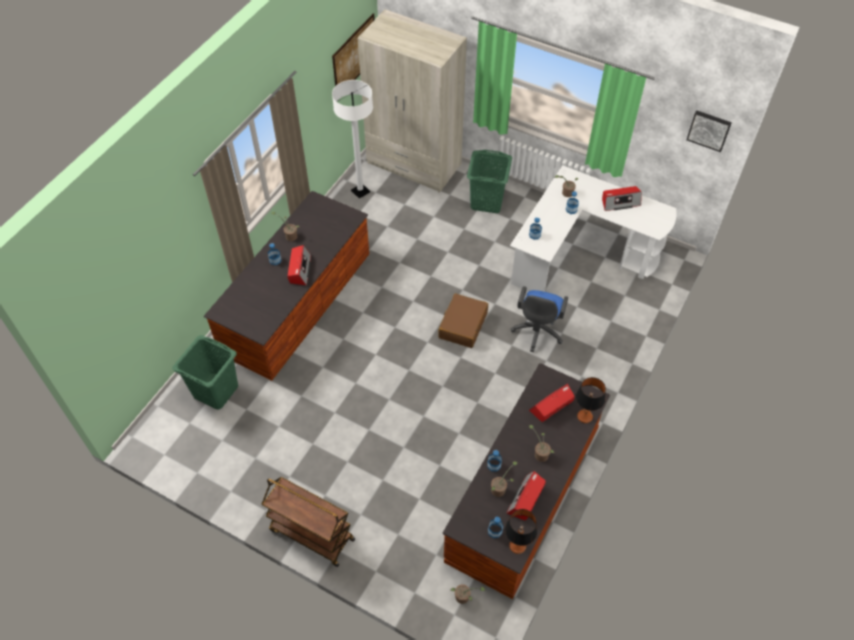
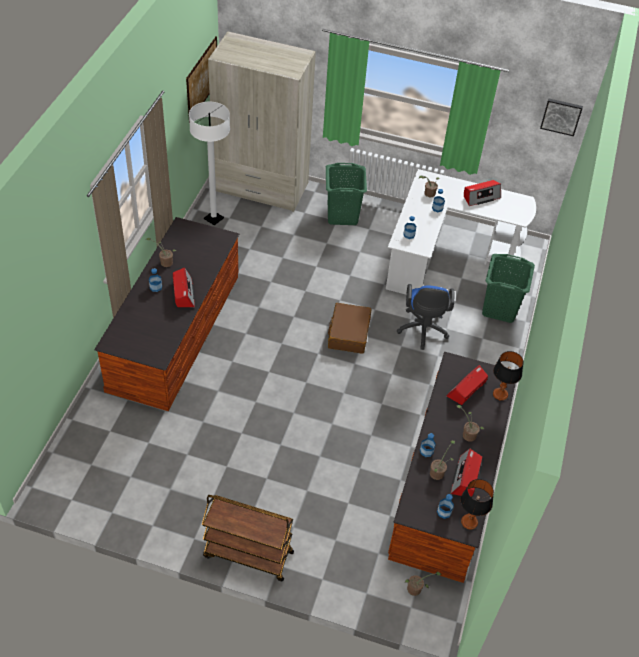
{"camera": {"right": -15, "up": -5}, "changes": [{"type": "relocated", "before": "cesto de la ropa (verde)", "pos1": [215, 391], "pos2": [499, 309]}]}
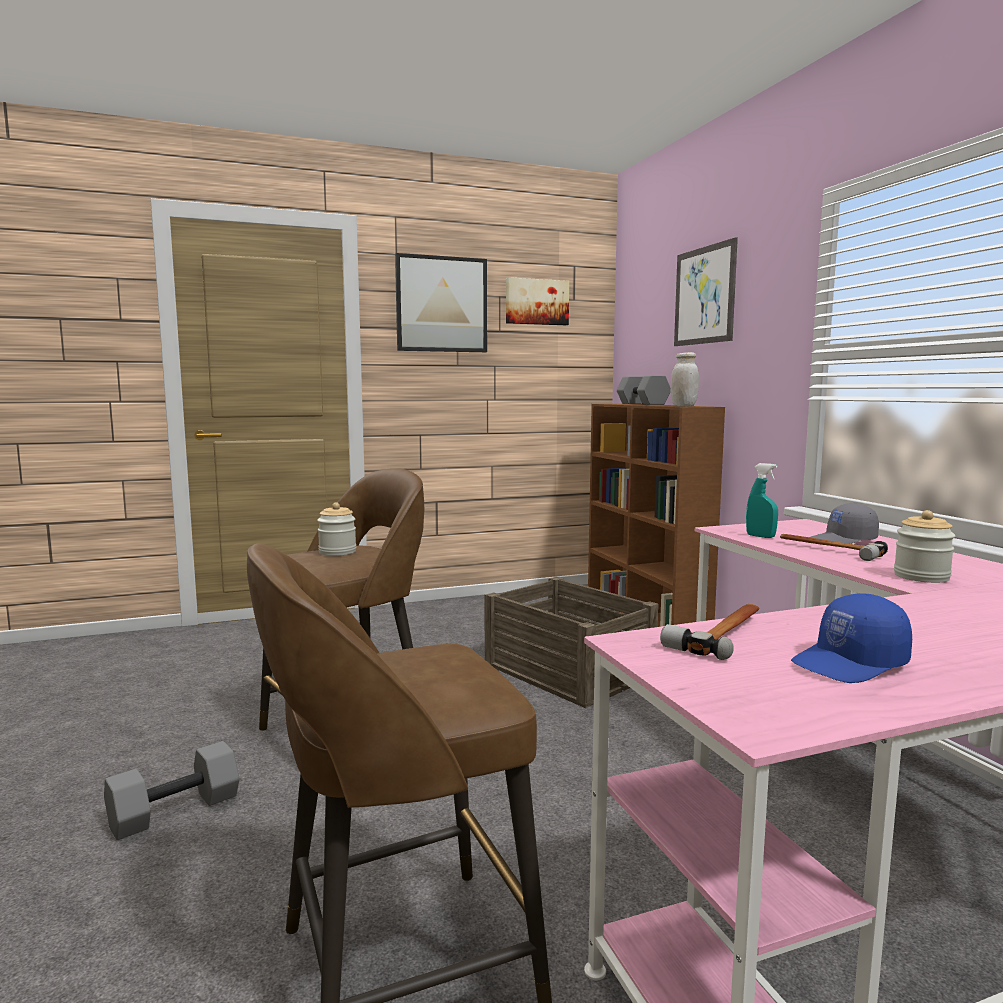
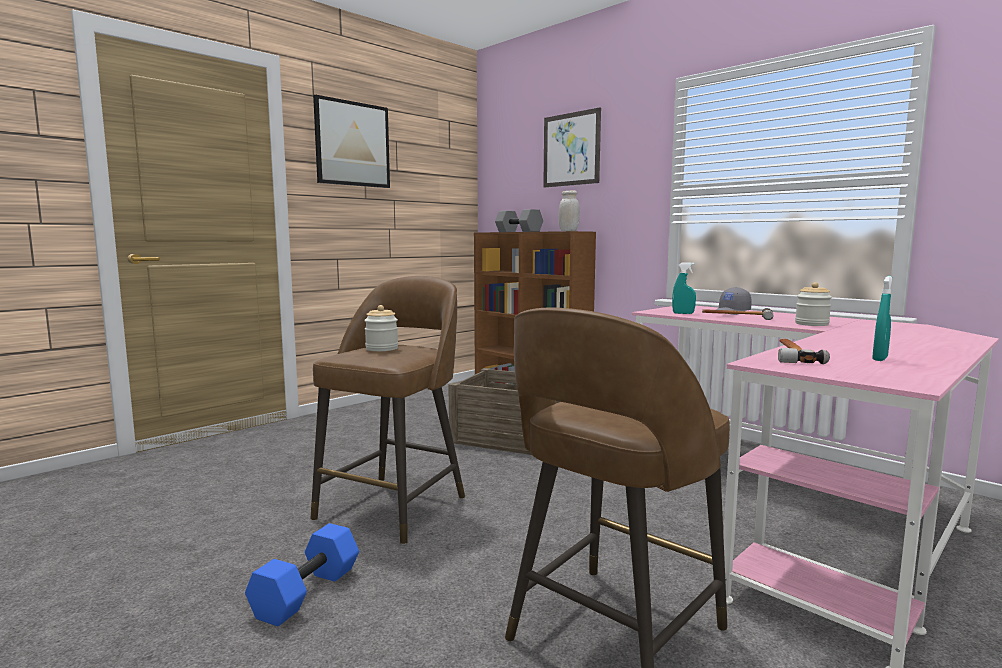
{"camera": {"right": -25, "up": 0}, "changes": [{"type": "missing", "before": "cuadro", "pos1": [536, 302]}, {"type": "exchanged", "before": "gorra (azul)", "after": "pulverizador (turquesa)", "pos1": [851, 664], "pos2": [880, 359]}, {"type": "colour", "before": "mancuerna (gris)", "after": "mancuerna (azul)", "pos1": [174, 812], "pos2": [307, 593]}]}
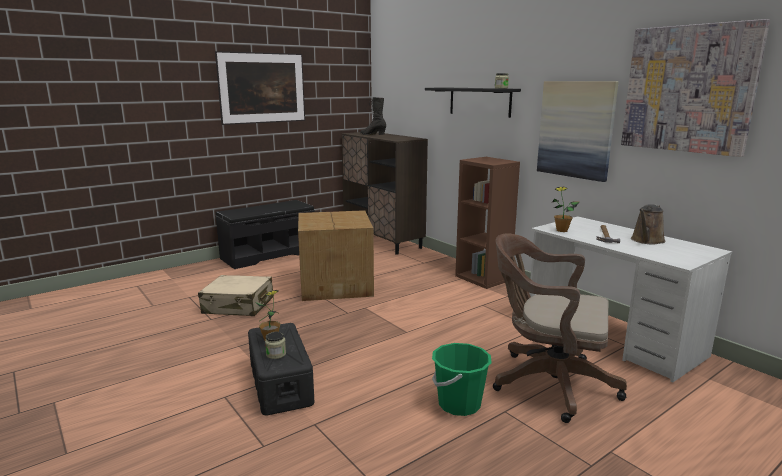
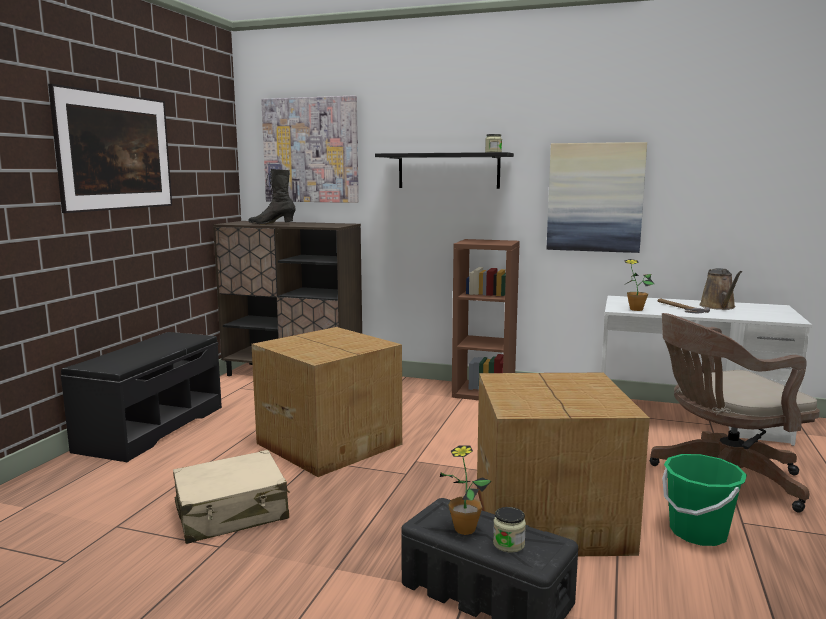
{"camera": {"right": -35, "up": -5}, "changes": [{"type": "appeared", "after": "caja de cartón", "pos2": [551, 517]}, {"type": "relocated", "before": "cuadro", "pos1": [688, 89], "pos2": [311, 150]}]}
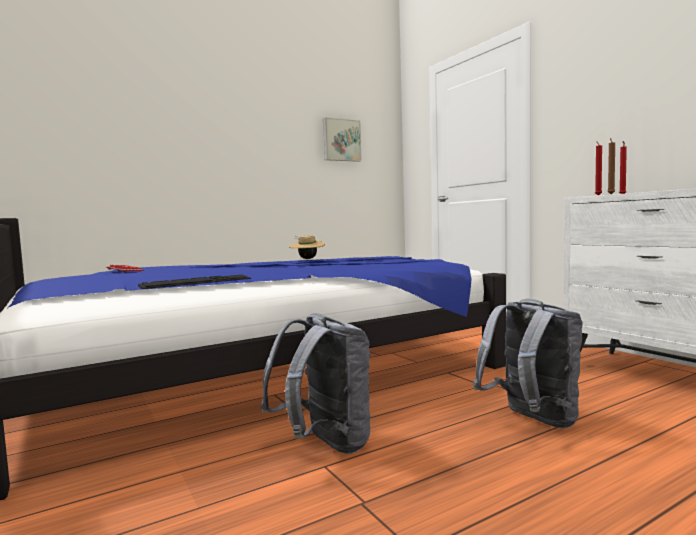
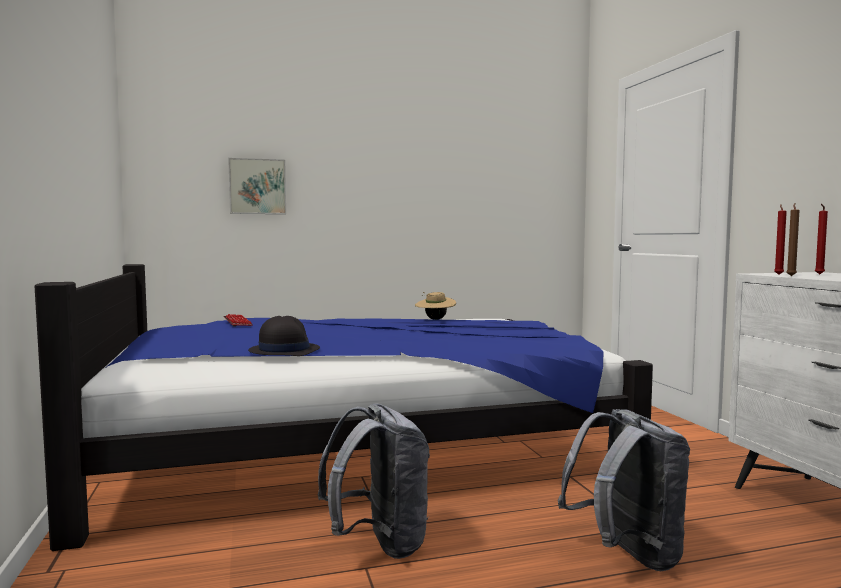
{"camera": {"right": 15, "up": 0}, "changes": [{"type": "relocated", "before": "cuadro", "pos1": [341, 140], "pos2": [257, 186]}, {"type": "exchanged", "before": "teclado", "after": "sombrero (negro)", "pos1": [196, 282], "pos2": [284, 350]}]}
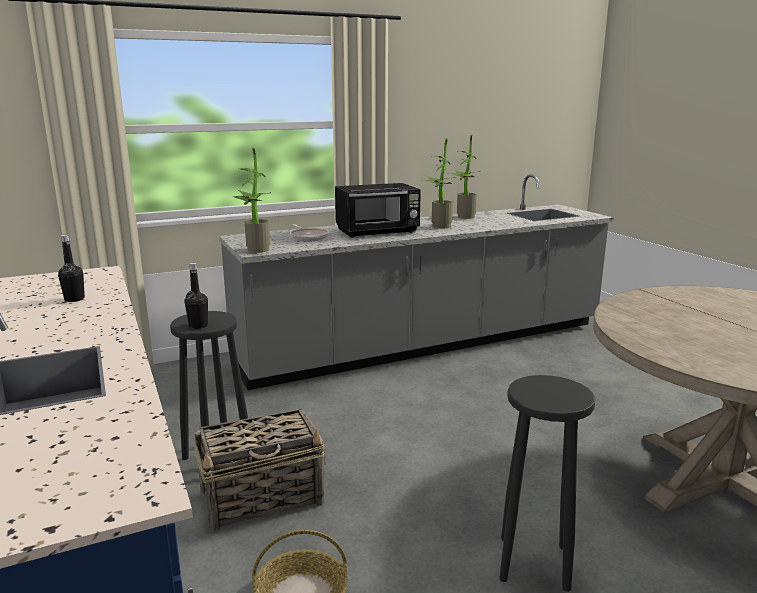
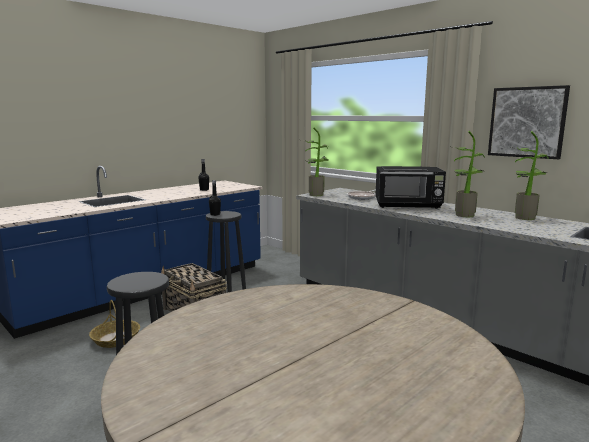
{"camera": {"right": 70, "up": -5}, "changes": [{"type": "appeared", "after": "cuadro", "pos2": [527, 122]}, {"type": "spun", "before": "microondas (negro)", "pos1": [378, 232], "pos2": [408, 205], "turn": -45}]}
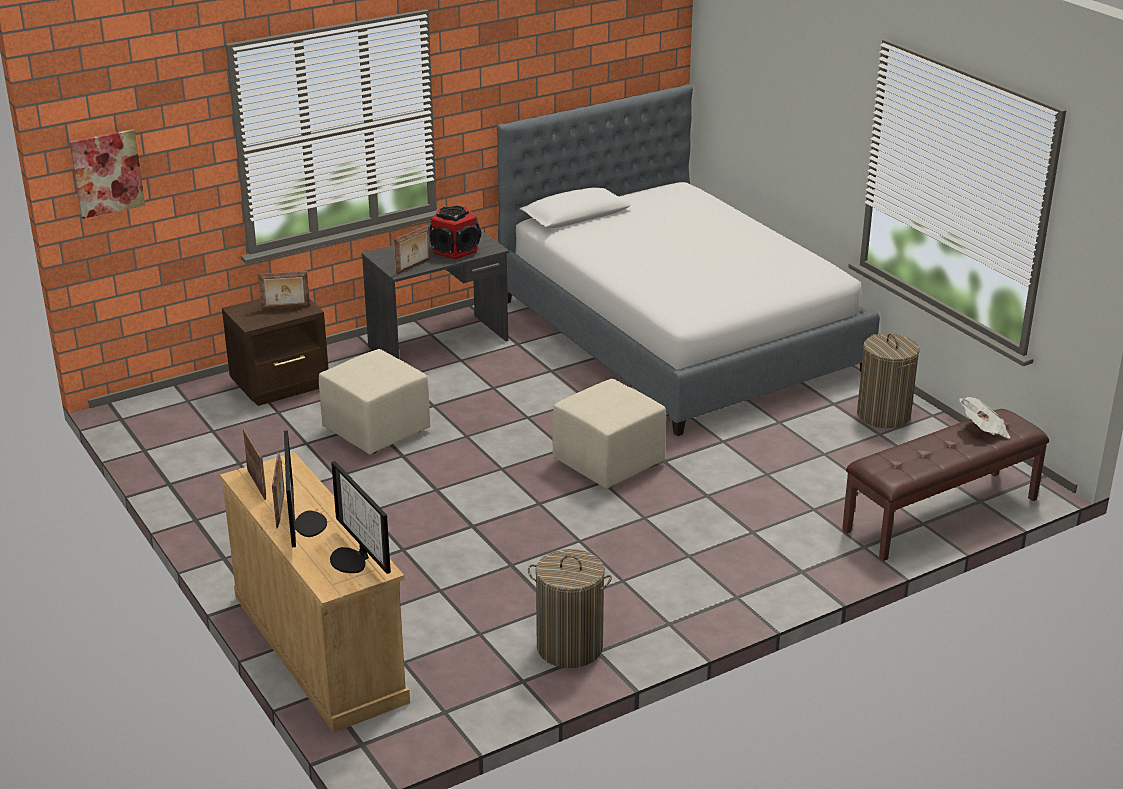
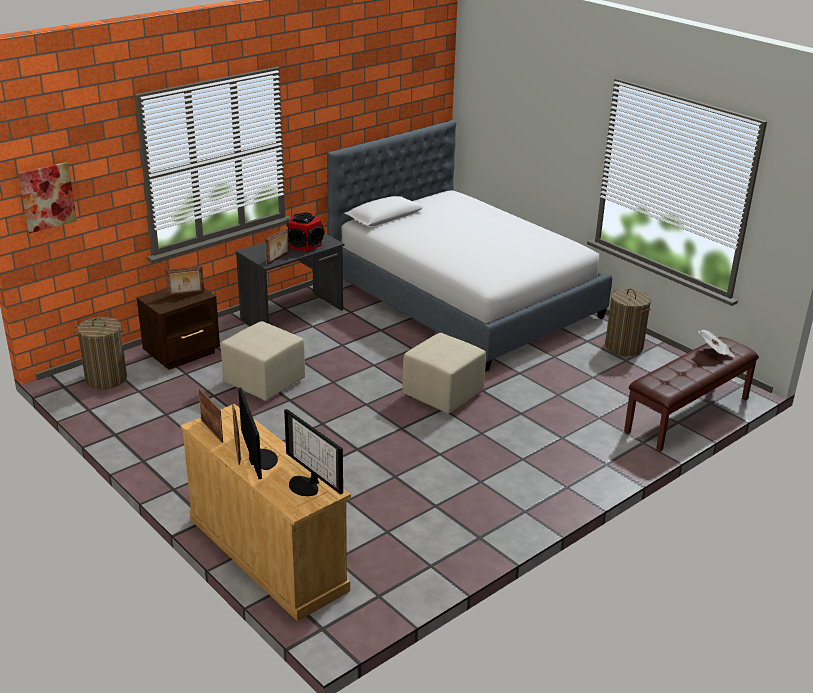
{"camera": {"right": -10, "up": 0}, "changes": [{"type": "relocated", "before": "cesto de la ropa", "pos1": [569, 647], "pos2": [106, 378]}]}
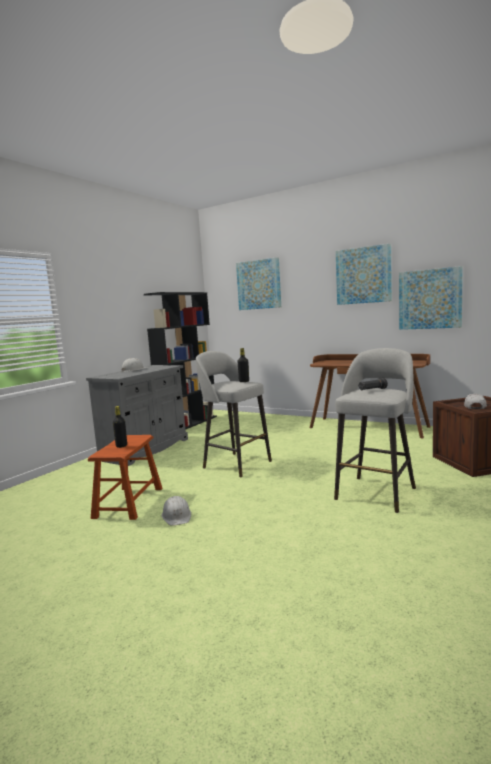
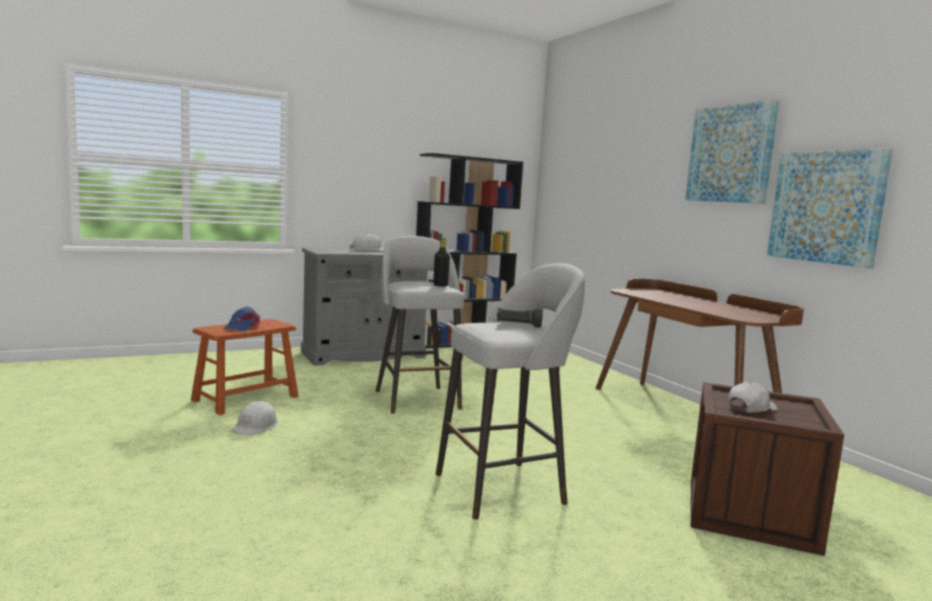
{"camera": {"right": 30, "up": 0}, "changes": [{"type": "missing", "before": "cuadro", "pos1": [259, 284]}, {"type": "exchanged", "before": "botella (negro)", "after": "gorra (azul)", "pos1": [121, 446], "pos2": [242, 327]}]}
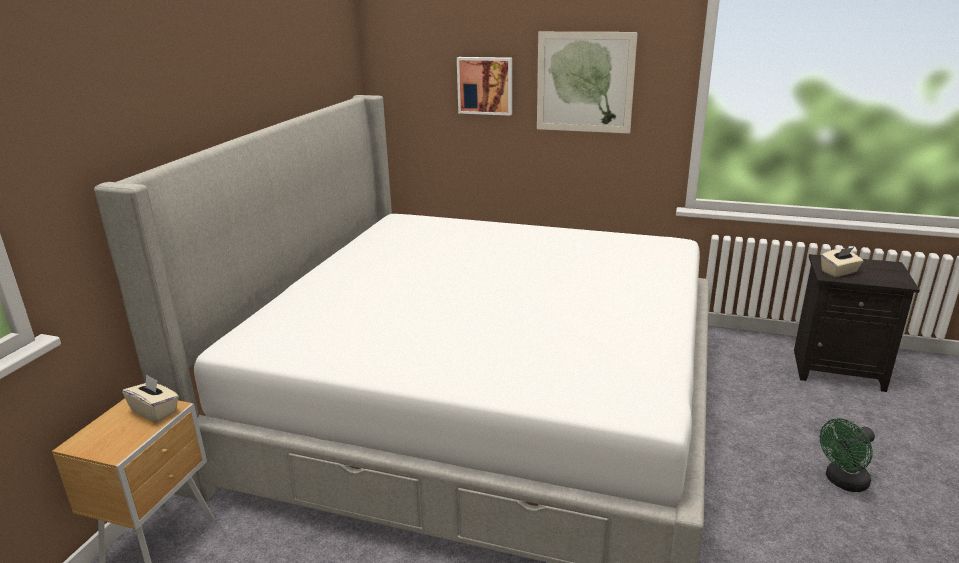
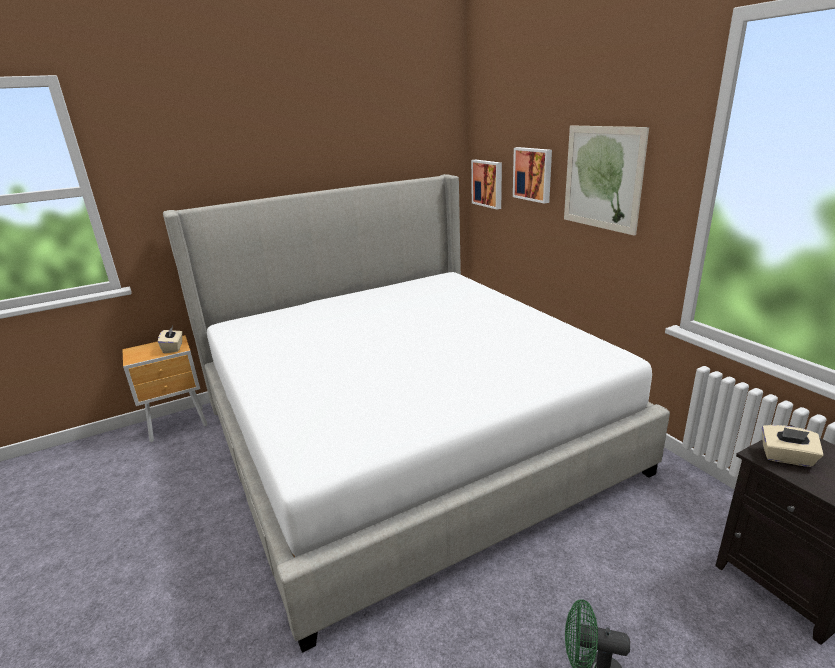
{"camera": {"right": 45, "up": 0}, "changes": [{"type": "appeared", "after": "cuadro", "pos2": [488, 183]}]}
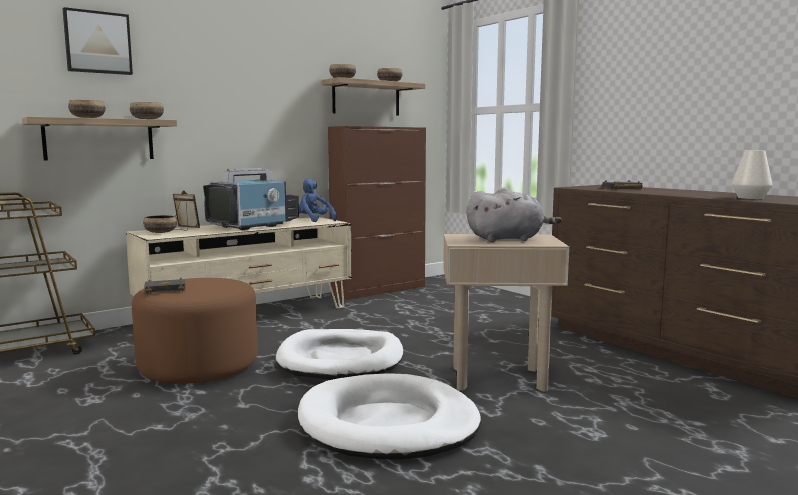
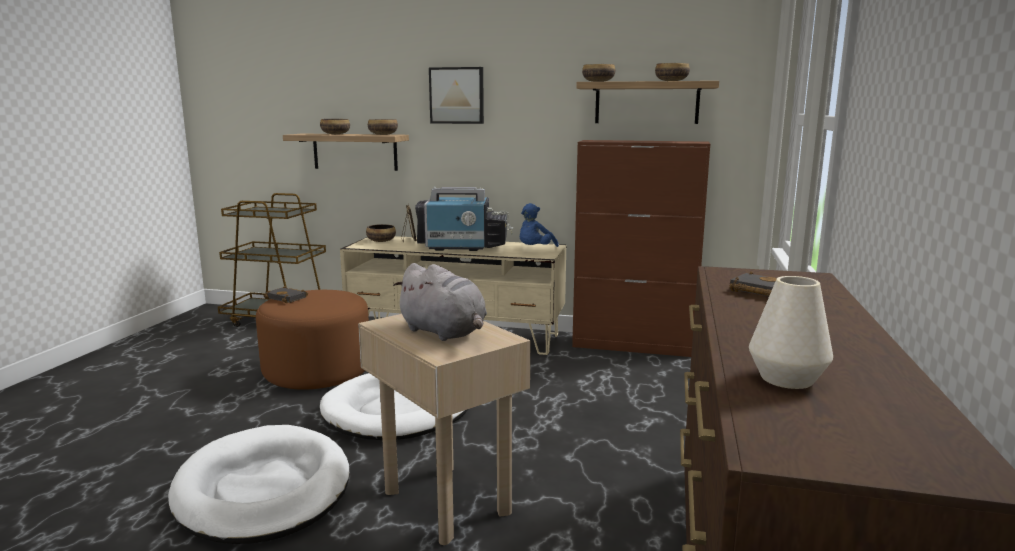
{"camera": {"right": 50, "up": 5}, "changes": [{"type": "relocated", "before": "cuadro", "pos1": [97, 42], "pos2": [457, 95]}, {"type": "spun", "before": "peluche (azul)", "pos1": [313, 220], "pos2": [535, 250], "turn": -150}]}
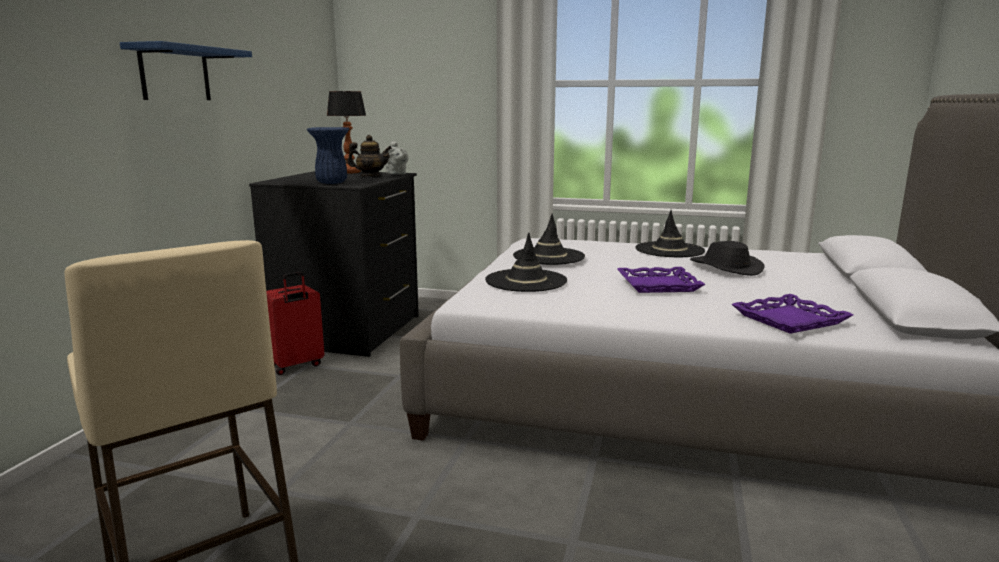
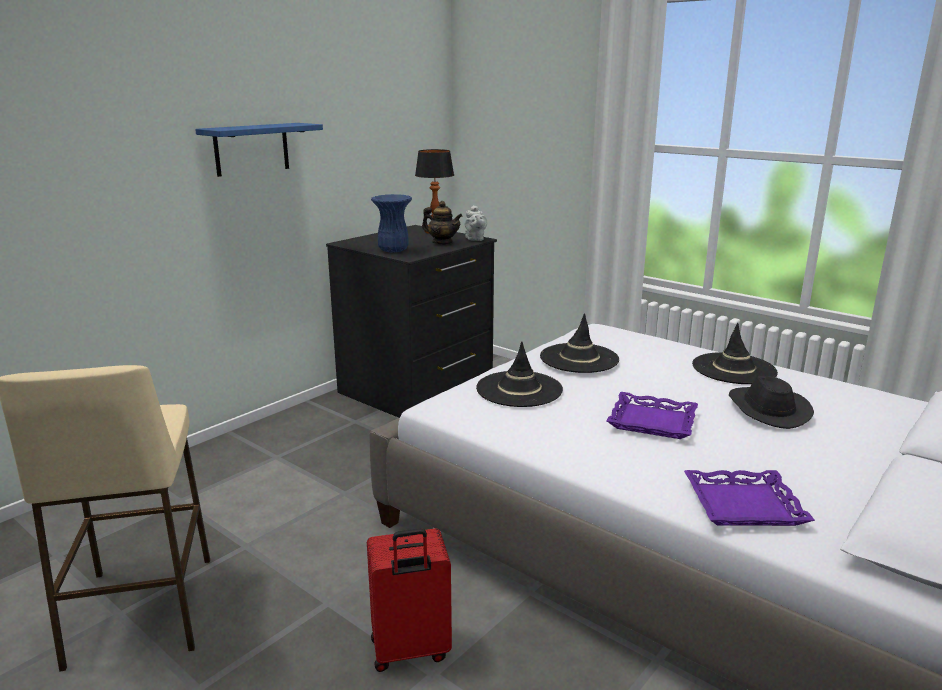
{"camera": {"right": 25, "up": 5}, "changes": [{"type": "relocated", "before": "maleta (rojo)", "pos1": [296, 366], "pos2": [410, 651]}]}
